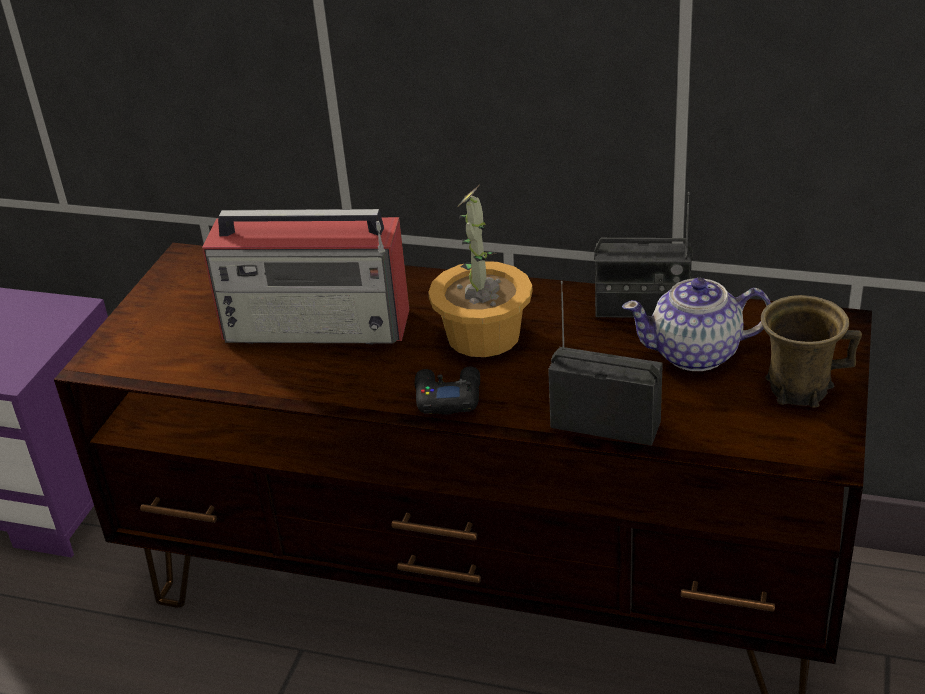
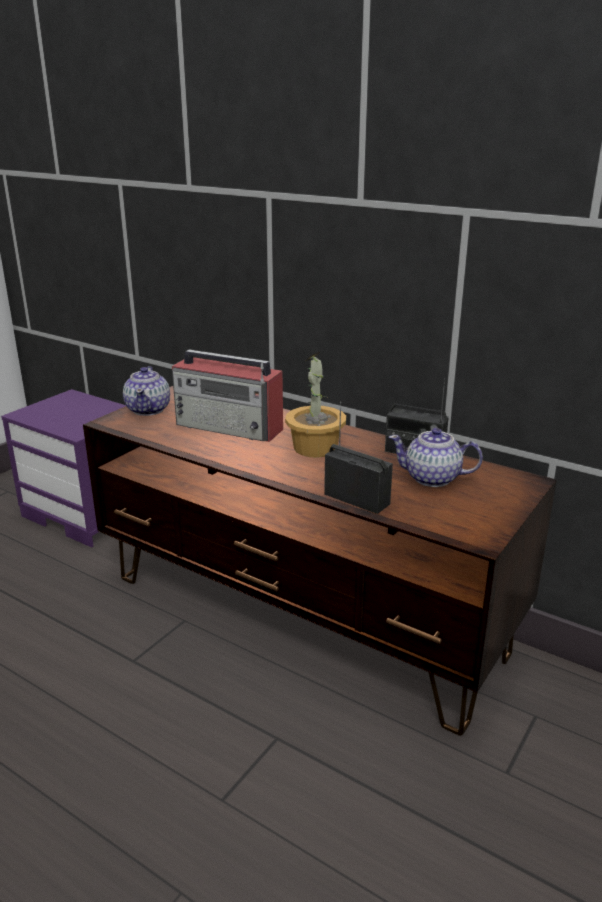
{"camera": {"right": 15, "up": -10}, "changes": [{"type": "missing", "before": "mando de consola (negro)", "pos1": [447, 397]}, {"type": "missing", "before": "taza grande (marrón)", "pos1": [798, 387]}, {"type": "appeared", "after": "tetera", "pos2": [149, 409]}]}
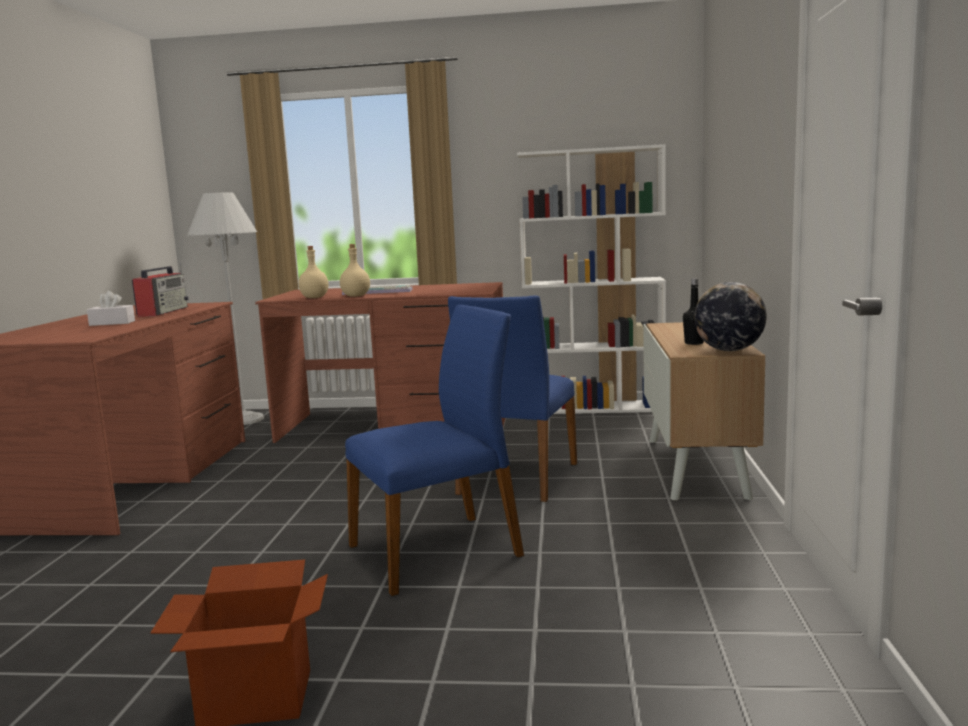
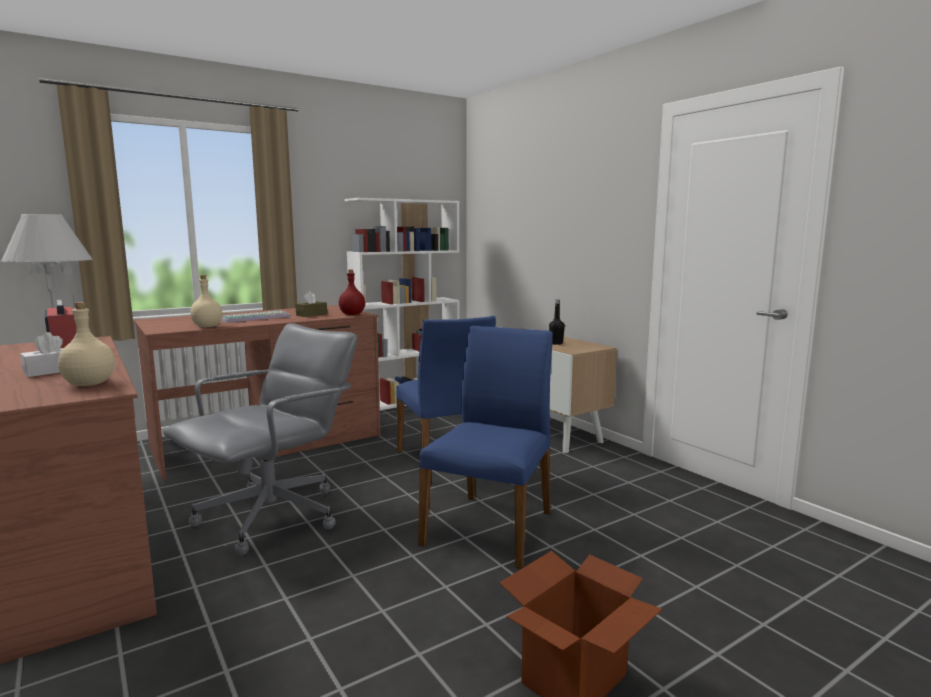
{"camera": {"right": -40, "up": 0}, "changes": [{"type": "missing", "before": "globo terráqueo", "pos1": [729, 350]}, {"type": "appeared", "after": "silla de oficina (gris)", "pos2": [273, 517]}, {"type": "appeared", "after": "caja de pañuelos (marrón)", "pos2": [311, 314]}, {"type": "appeared", "after": "botella (rojo)", "pos2": [351, 314]}, {"type": "relocated", "before": "botella (beis)", "pos1": [356, 296], "pos2": [90, 384]}]}
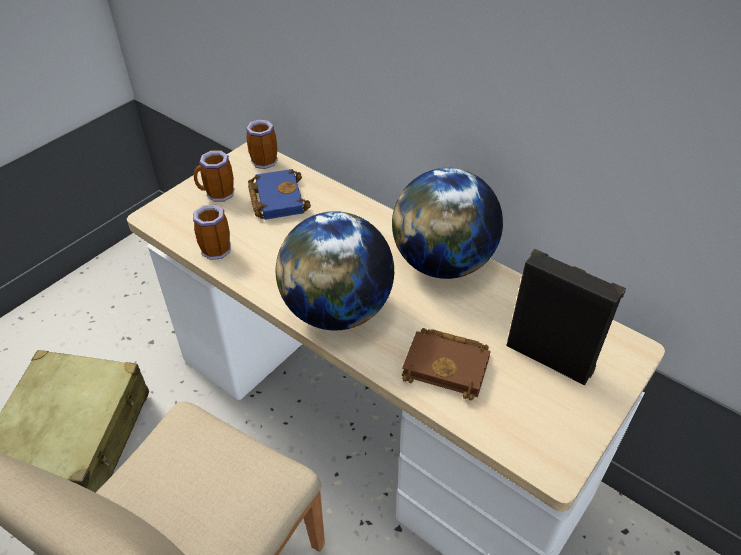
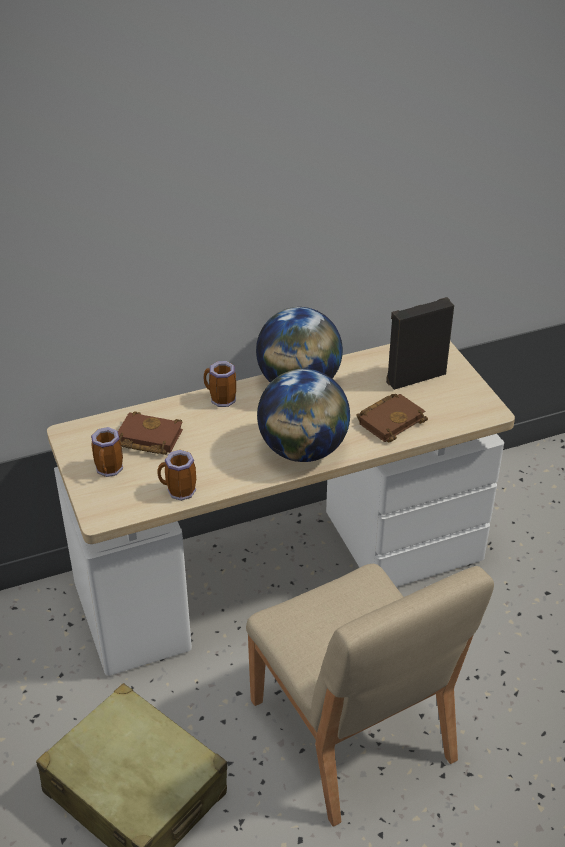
{"camera": {"right": -60, "up": -5}, "changes": [{"type": "relocated", "before": "taza grande", "pos1": [263, 160], "pos2": [220, 400]}, {"type": "colour", "before": "libro (azul)", "after": "libro (marrón)", "pos1": [276, 198], "pos2": [147, 439]}]}
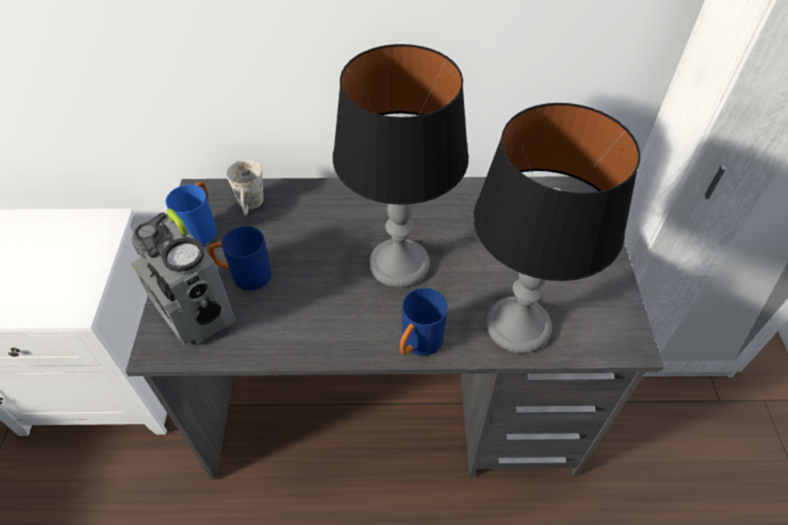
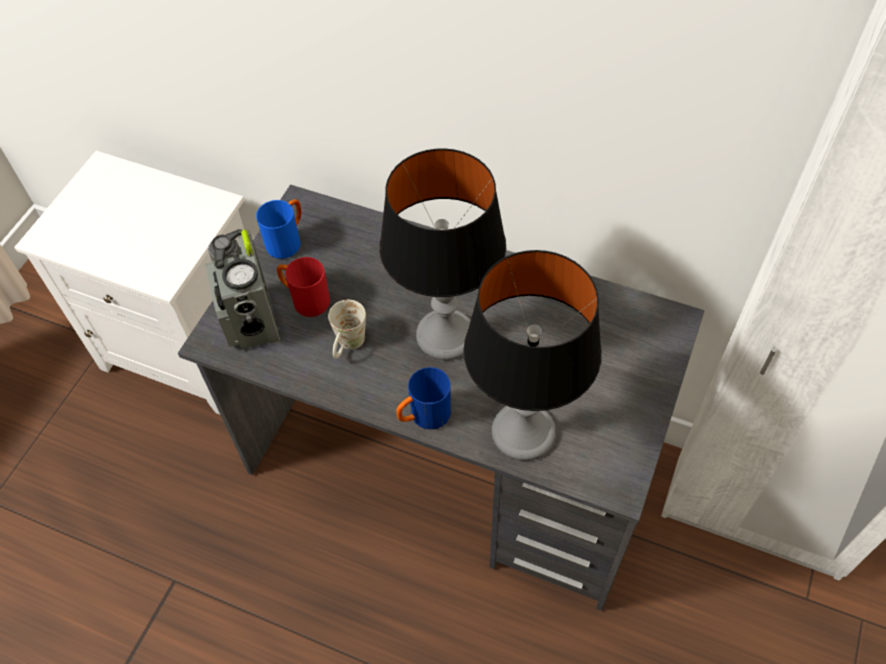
{"camera": {"right": 25, "up": 5}, "changes": [{"type": "relocated", "before": "taza grande (blanco)", "pos1": [250, 207], "pos2": [348, 346]}, {"type": "colour", "before": "taza grande (azul)", "after": "taza grande (rojo)", "pos1": [244, 275], "pos2": [305, 300]}]}
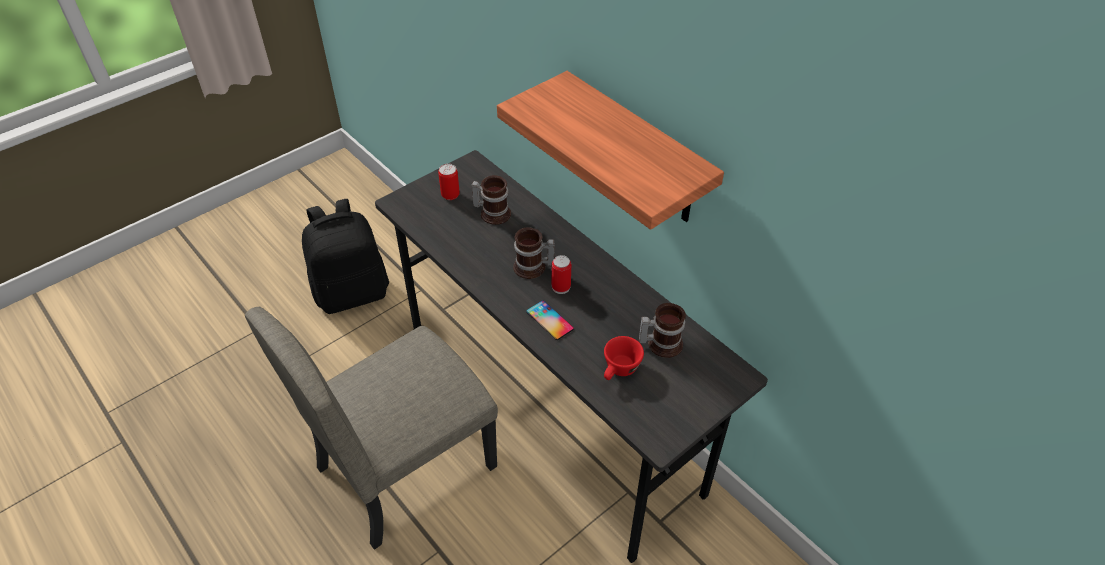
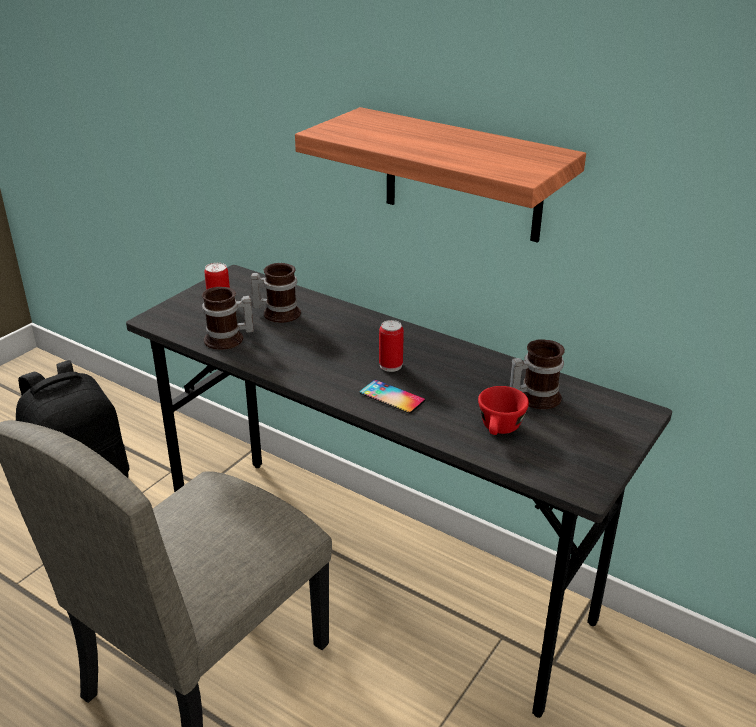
{"camera": {"right": -15, "up": -15}, "changes": [{"type": "relocated", "before": "taza grande", "pos1": [532, 268], "pos2": [228, 340]}]}
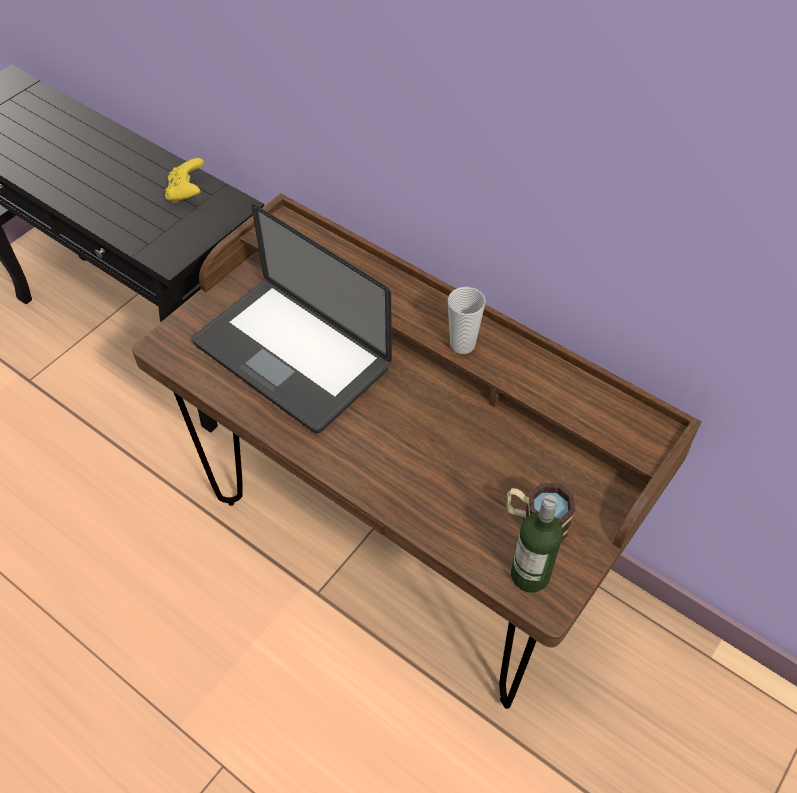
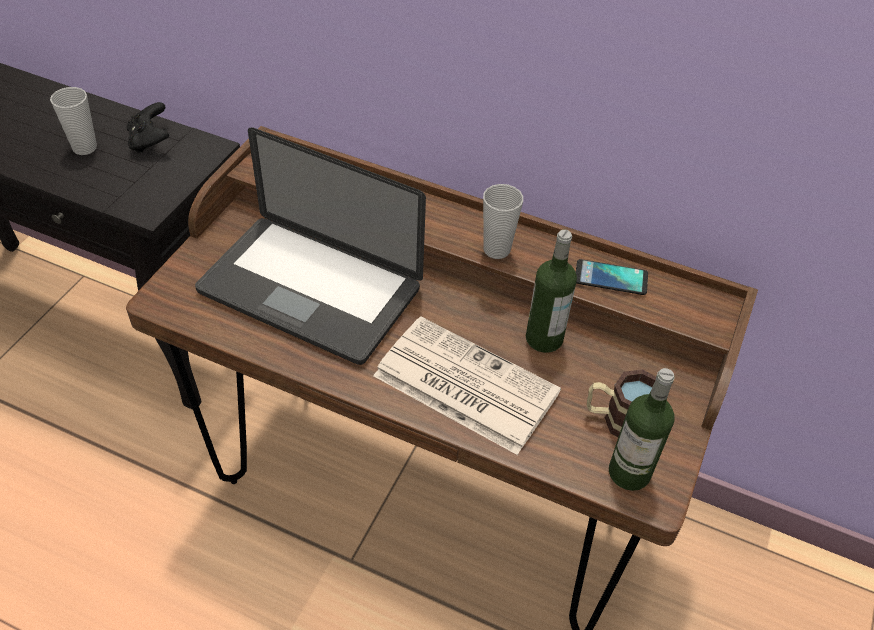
{"camera": {"right": -15, "up": -5}, "changes": [{"type": "appeared", "after": "taza", "pos2": [84, 148]}, {"type": "appeared", "after": "periódico", "pos2": [463, 384]}, {"type": "appeared", "after": "botella", "pos2": [544, 338]}, {"type": "appeared", "after": "móvil", "pos2": [611, 278]}, {"type": "colour", "before": "mando de consola (amarillo)", "after": "mando de consola (negro)", "pos1": [187, 193], "pos2": [150, 141]}]}
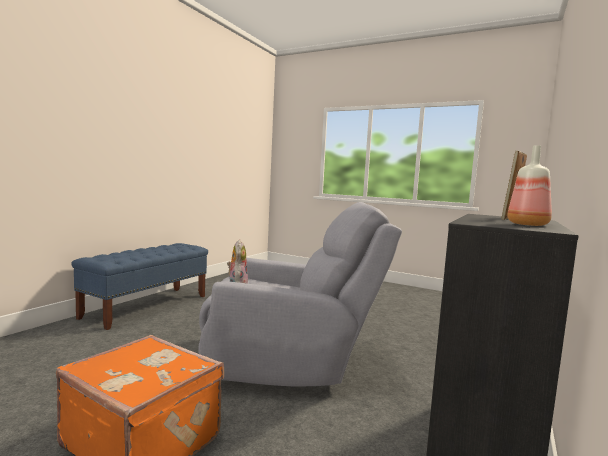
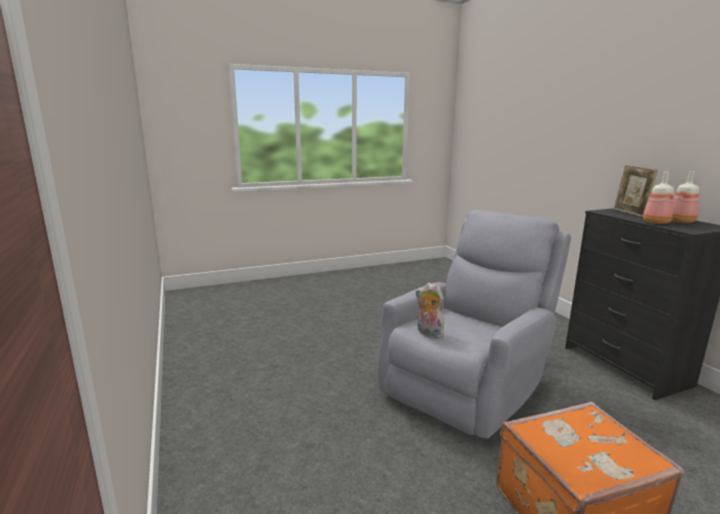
{"camera": {"right": -50, "up": 10}, "changes": [{"type": "missing", "before": "banco (azul)", "pos1": [147, 306]}, {"type": "appeared", "after": "botella", "pos2": [655, 222]}]}
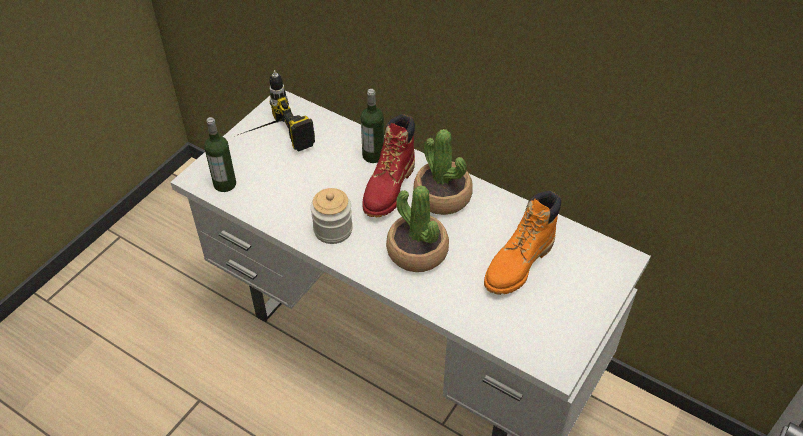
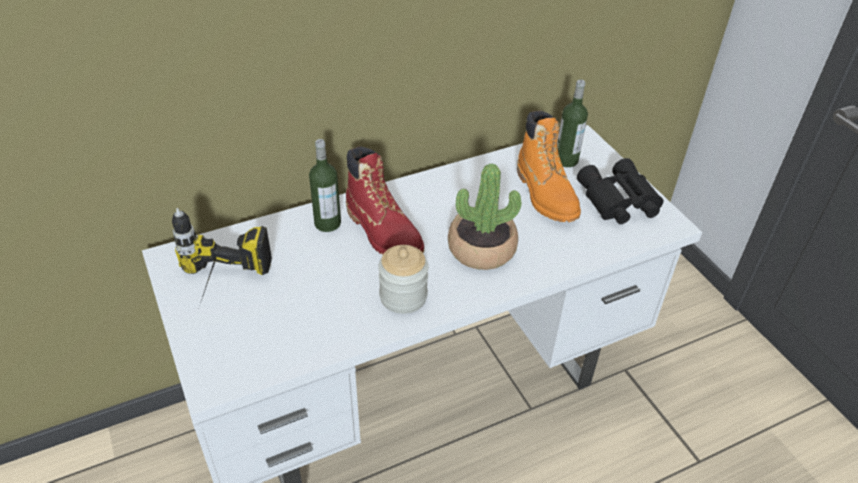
{"camera": {"right": -60, "up": -5}, "changes": [{"type": "missing", "before": "planta en maceta", "pos1": [442, 196]}, {"type": "appeared", "after": "prismáticos (negro)", "pos2": [617, 201]}, {"type": "relocated", "before": "botella", "pos1": [225, 184], "pos2": [566, 160]}]}
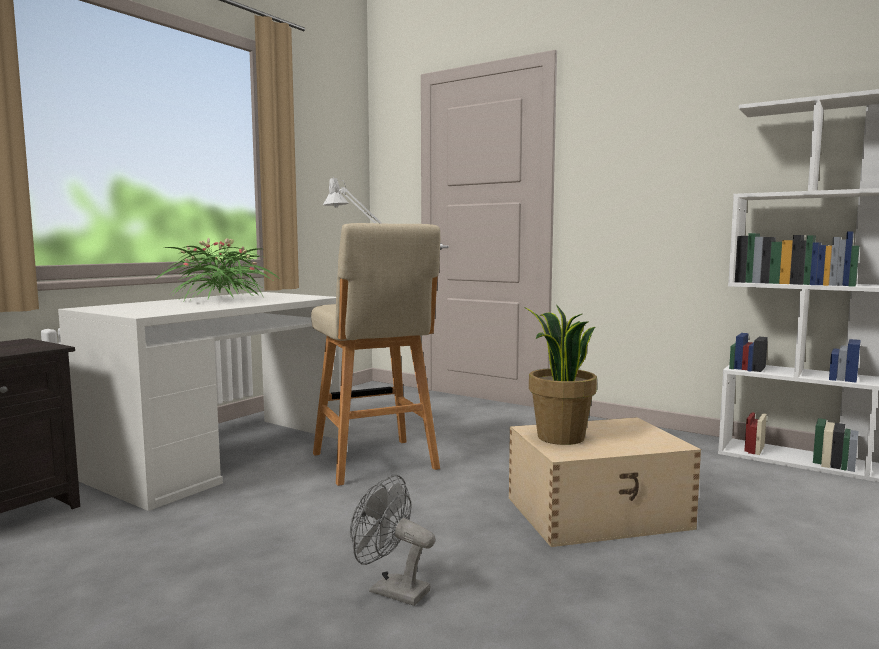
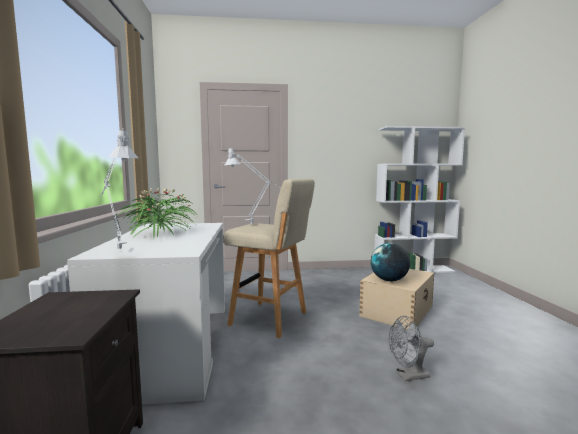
{"camera": {"right": -40, "up": 0}, "changes": [{"type": "appeared", "after": "lámpara de mesa (gris)", "pos2": [117, 249]}, {"type": "exchanged", "before": "planta en maceta", "after": "globo terráqueo", "pos1": [559, 437], "pos2": [389, 280]}]}
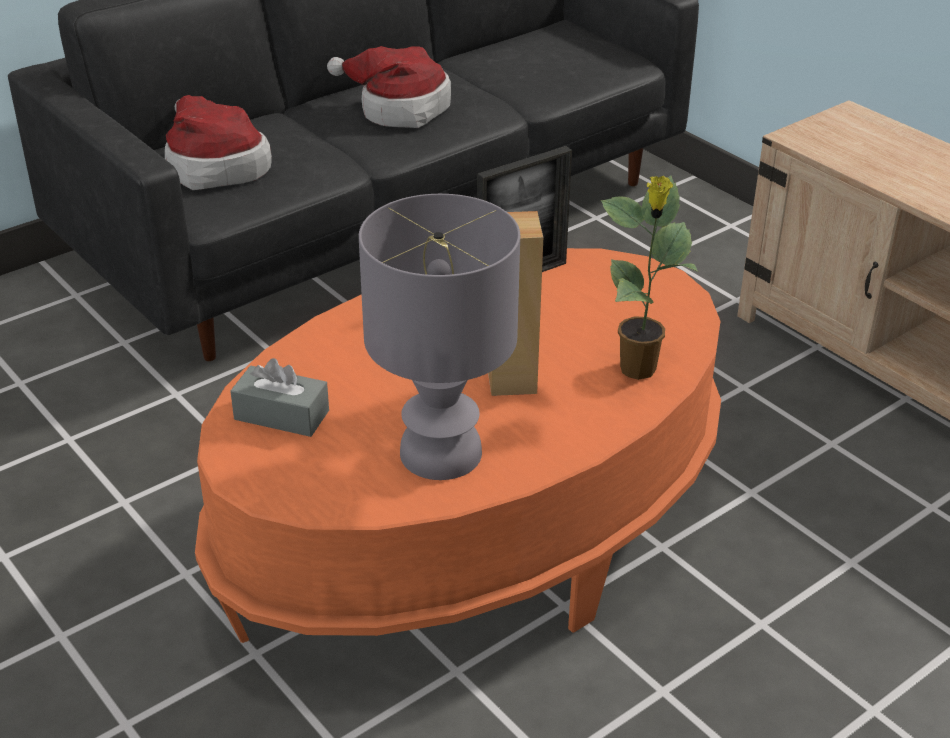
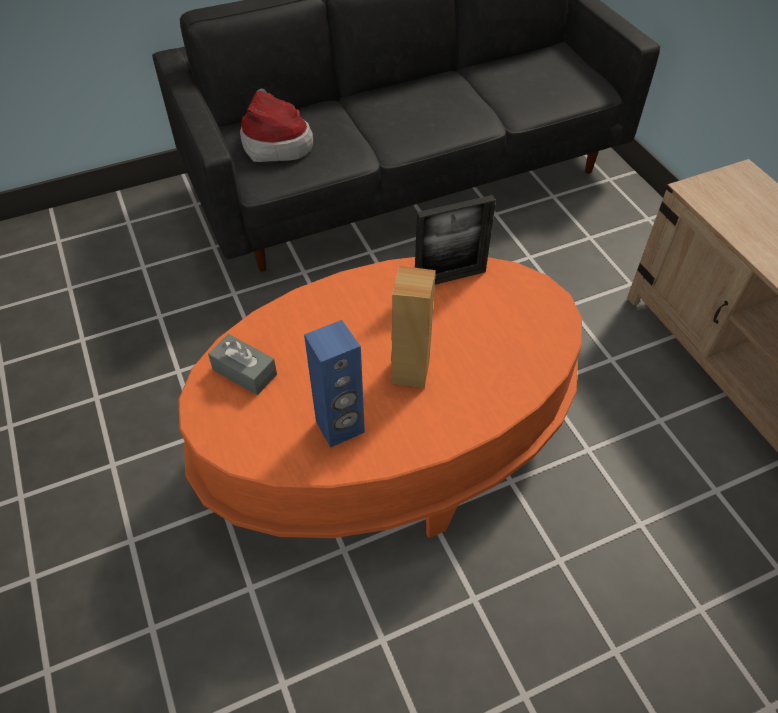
{"camera": {"right": 15, "up": 15}, "changes": [{"type": "missing", "before": "sombrero", "pos1": [398, 109]}, {"type": "missing", "before": "planta en maceta", "pos1": [638, 370]}, {"type": "exchanged", "before": "lámpara de mesa (gris)", "after": "altavoz (azul)", "pos1": [442, 452], "pos2": [340, 427]}]}
